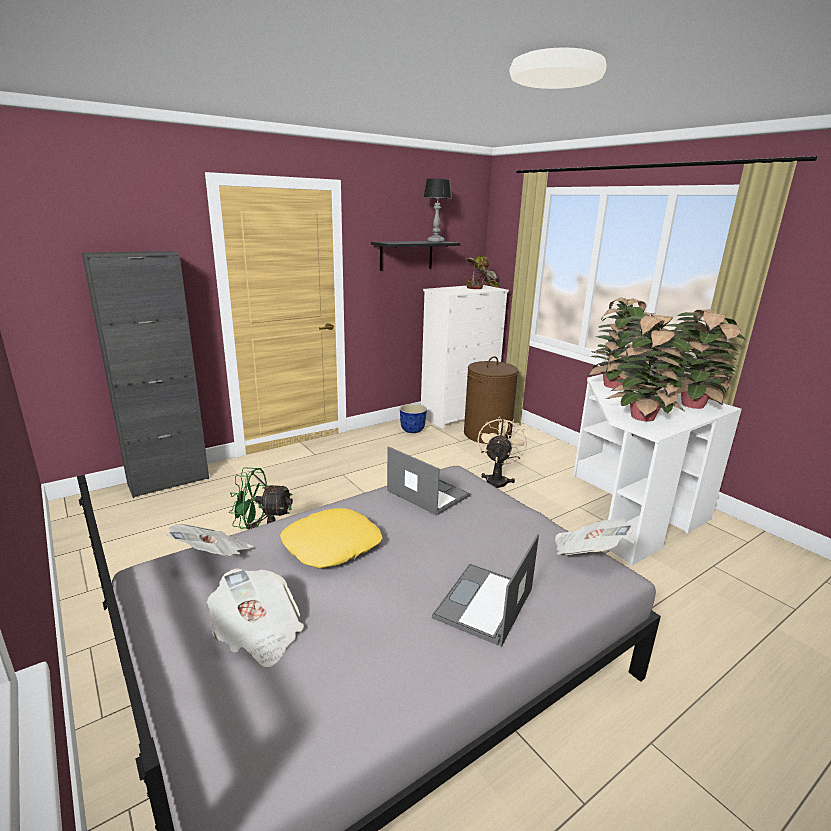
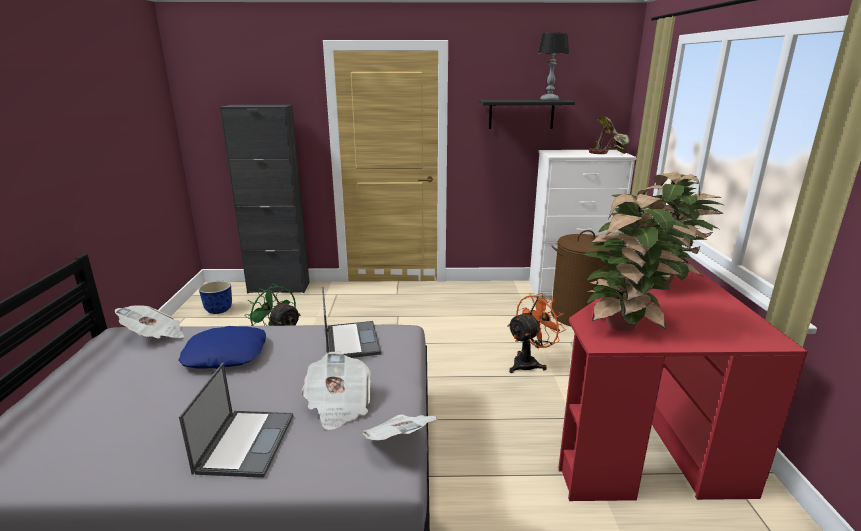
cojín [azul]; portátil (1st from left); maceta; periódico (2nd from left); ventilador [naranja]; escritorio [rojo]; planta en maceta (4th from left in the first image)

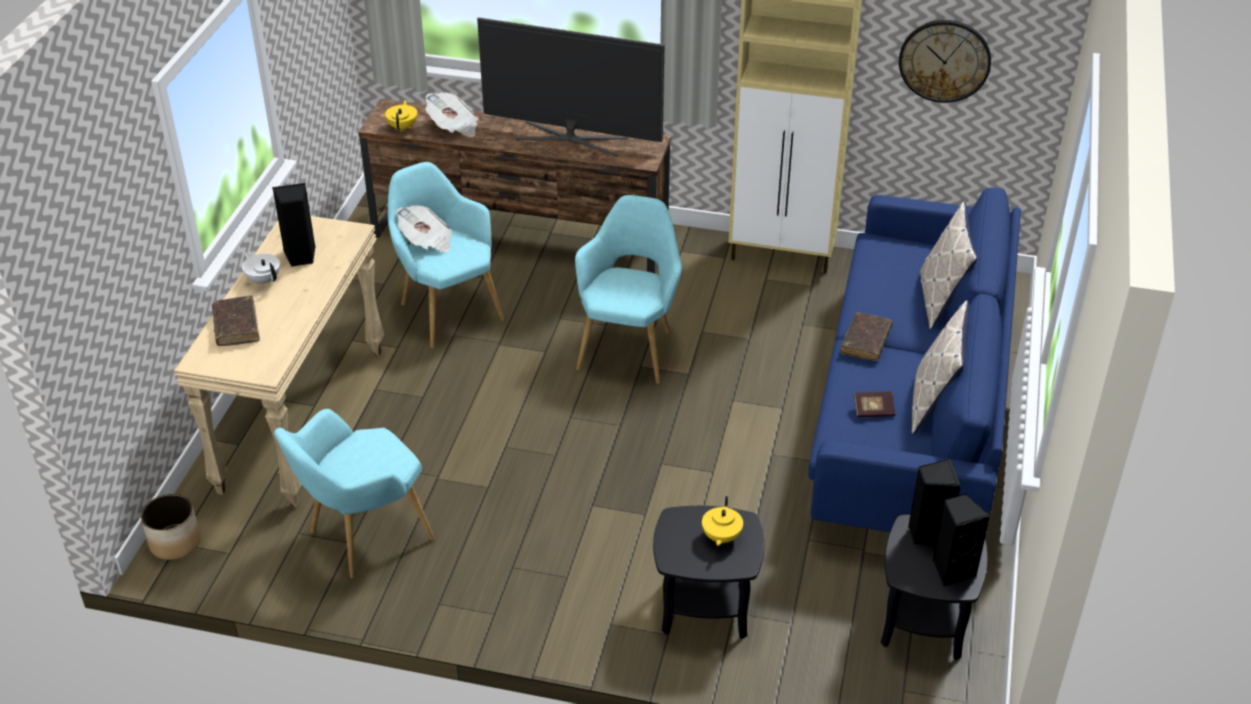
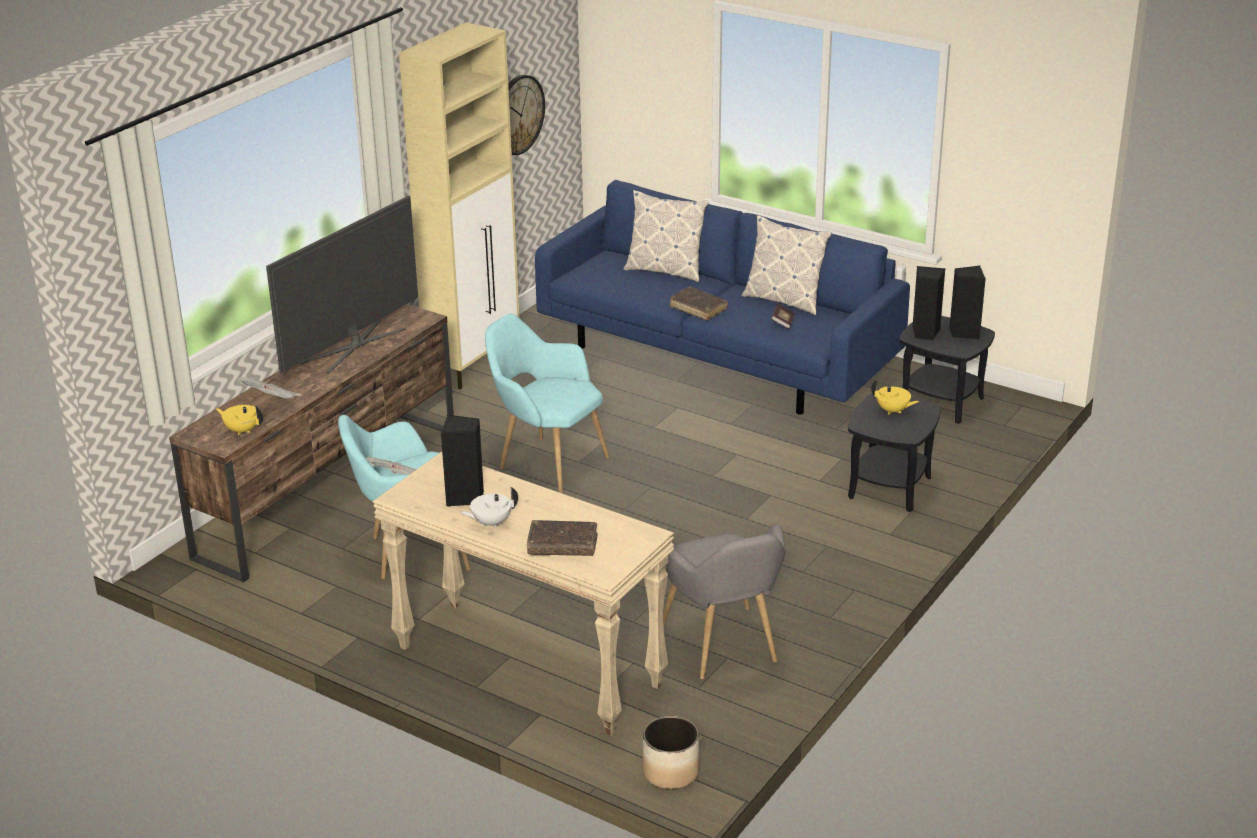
sillón [gris]

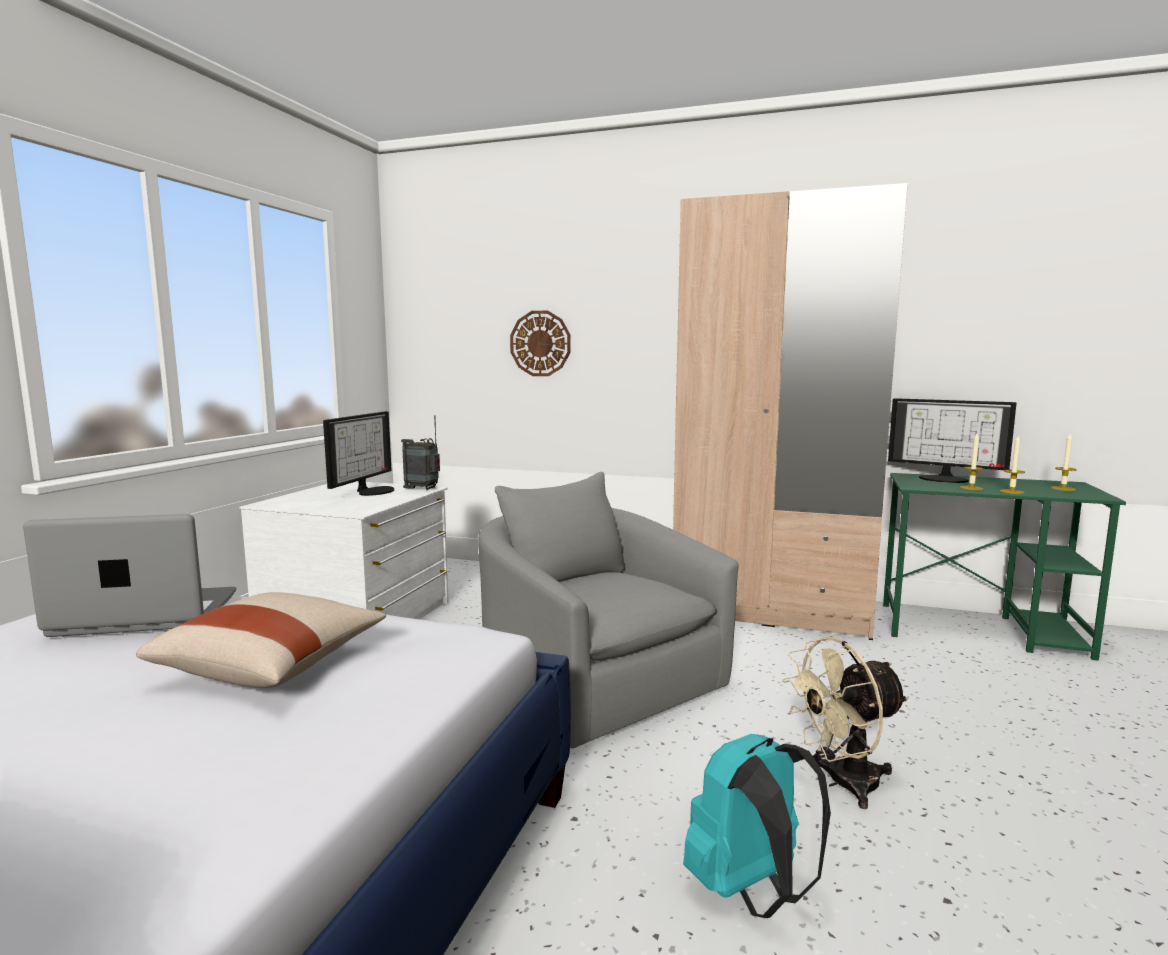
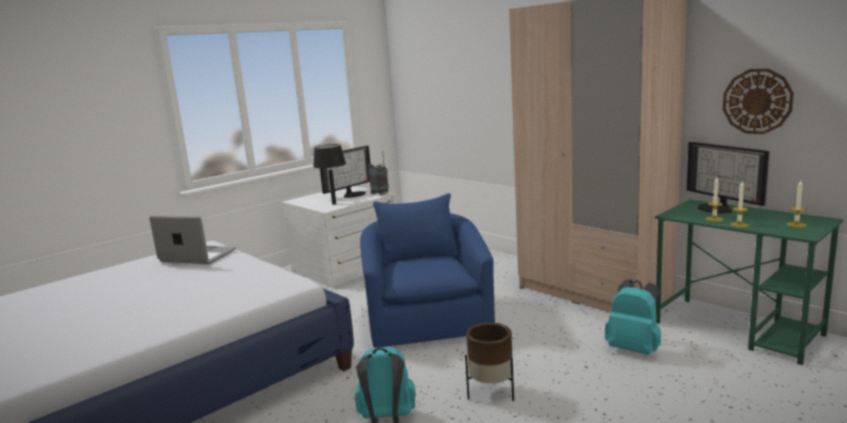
lámpara de mesa [negro]; sillón [azul]; maceta [marrón]; mochila [turquesa] (2nd from left); reloj de pared; cojín [beis]

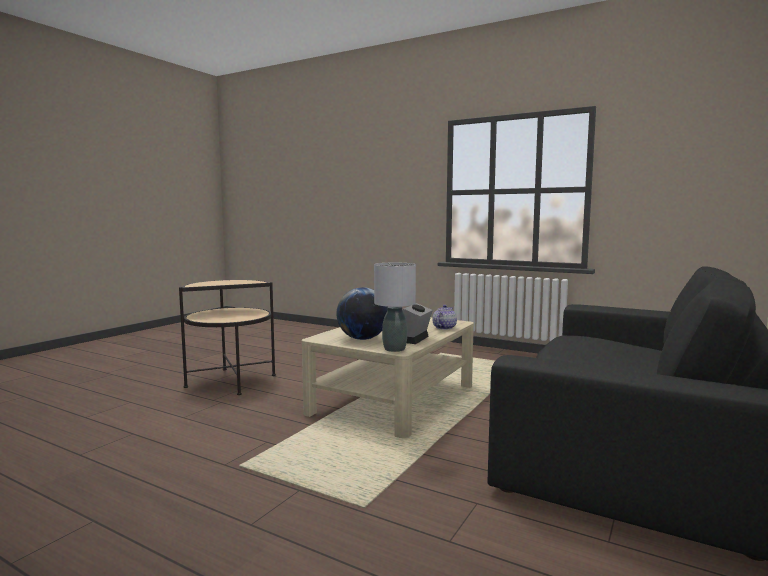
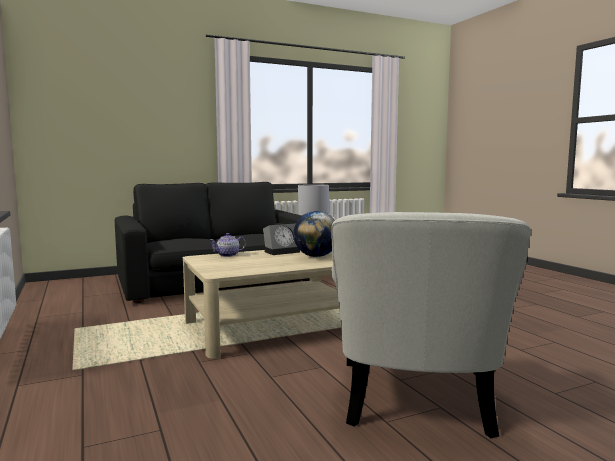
sillón [blanco]

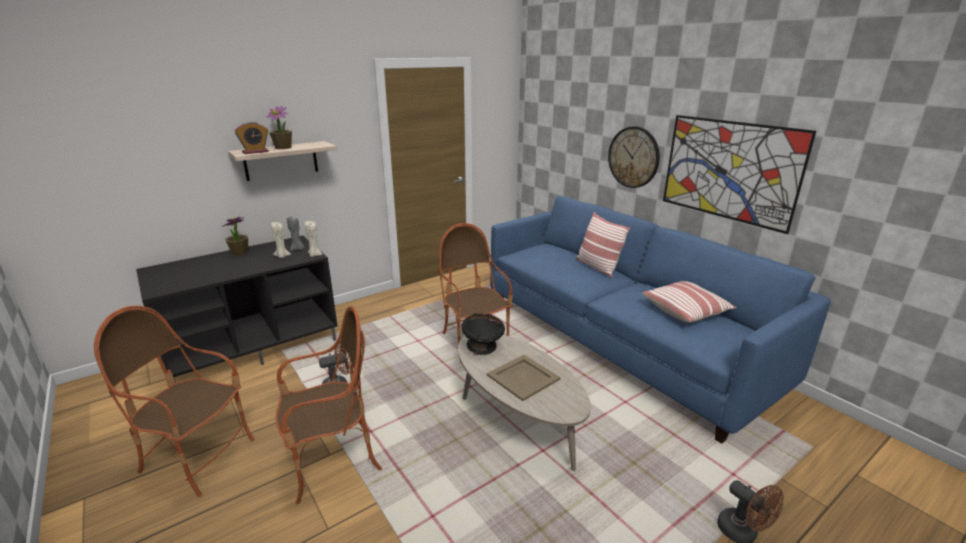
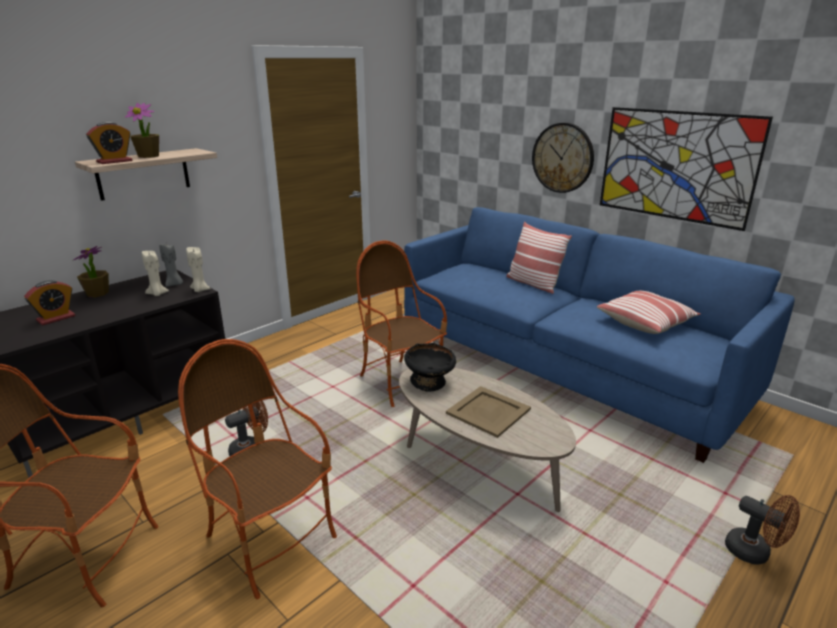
despertador (1st from left); sillón (2nd from left)

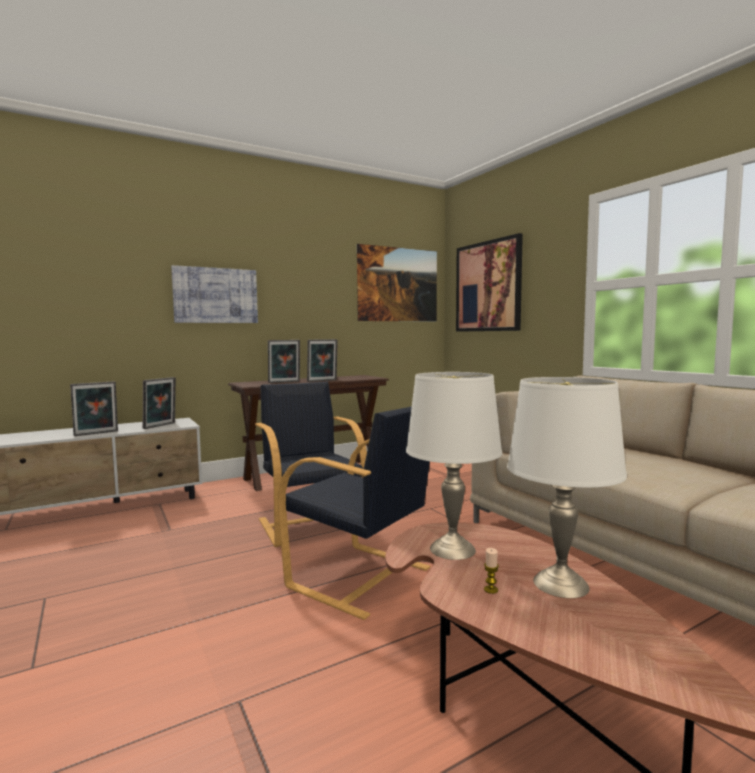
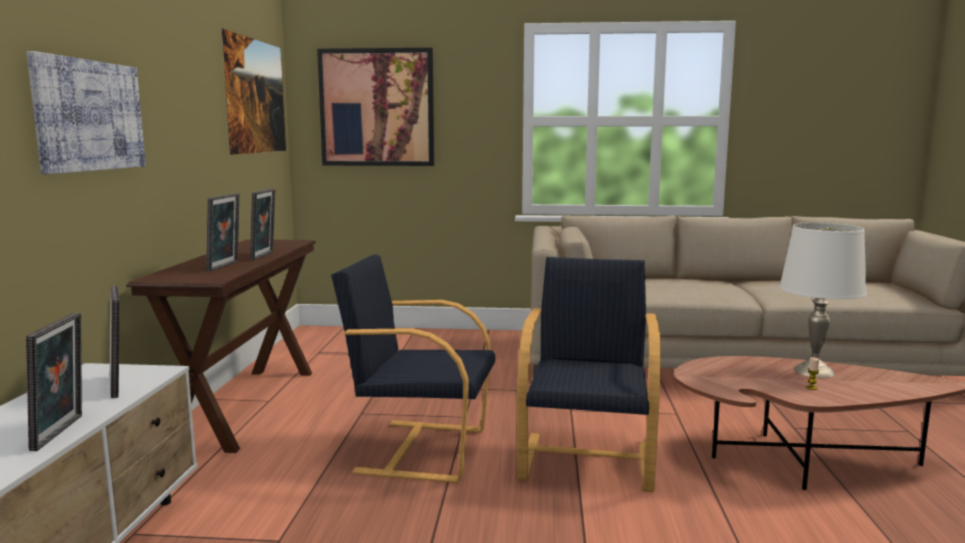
sillón [negro] (2nd from left); lámpara de mesa [blanco] (1st from left in the first image)

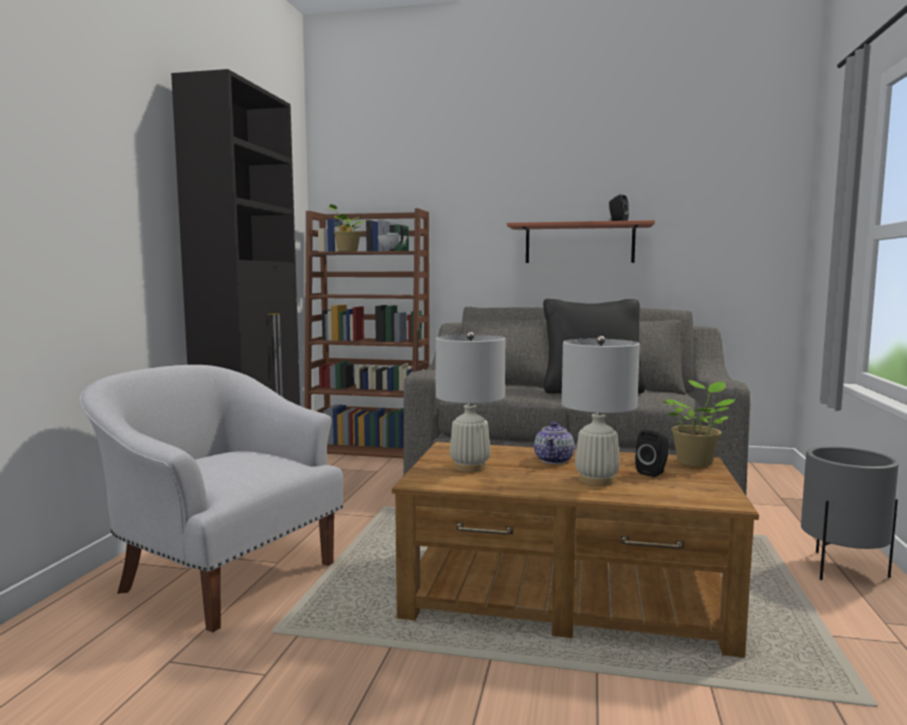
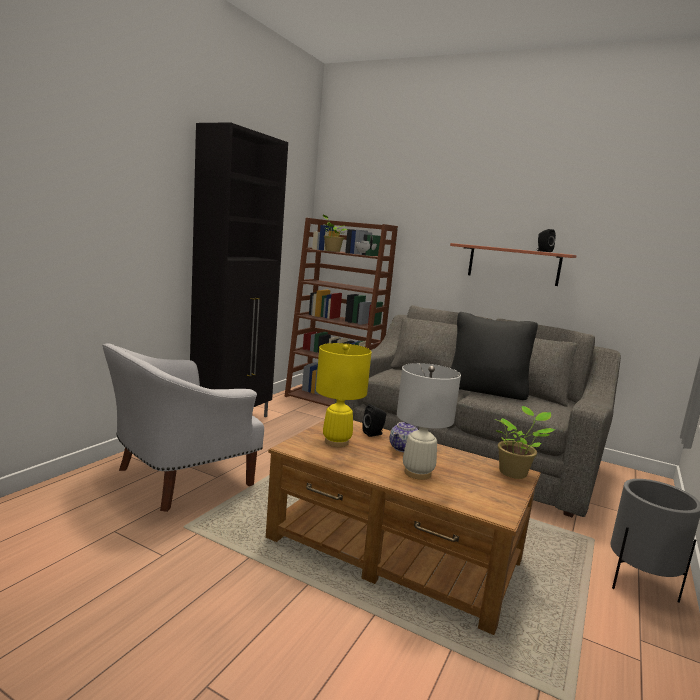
sillón [blanco]; lámpara de mesa [amarillo]; altavoz [negro] (1st from left)

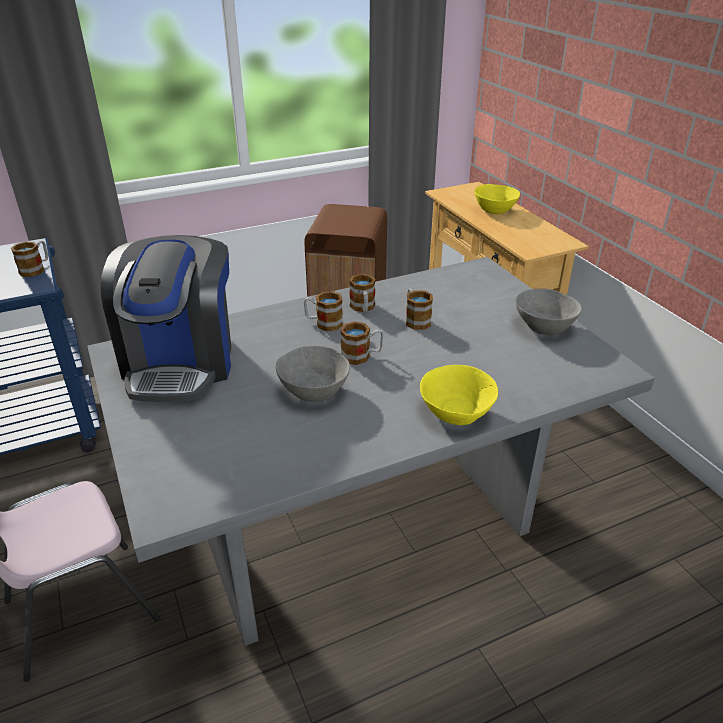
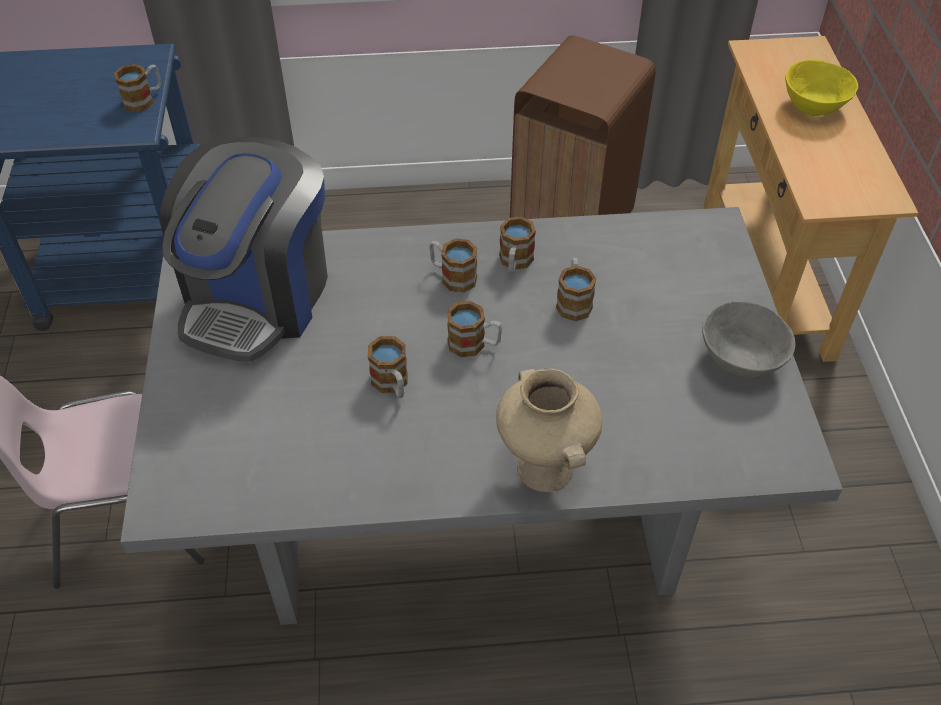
taza grande (2nd from left); florero [beis]

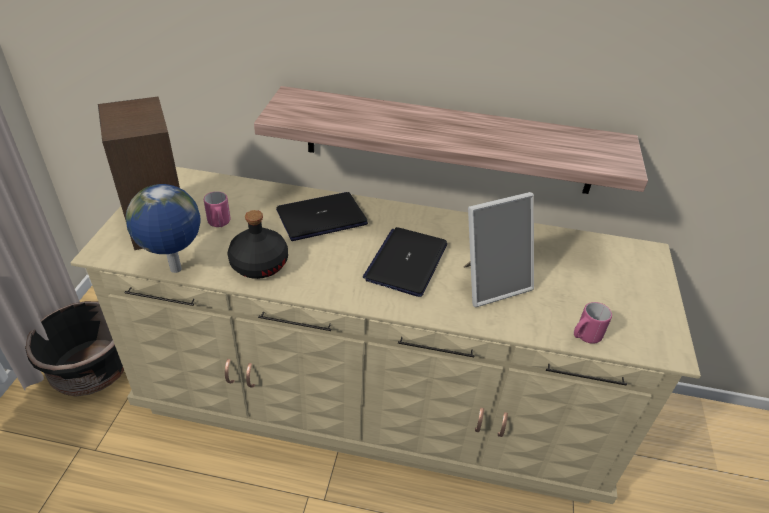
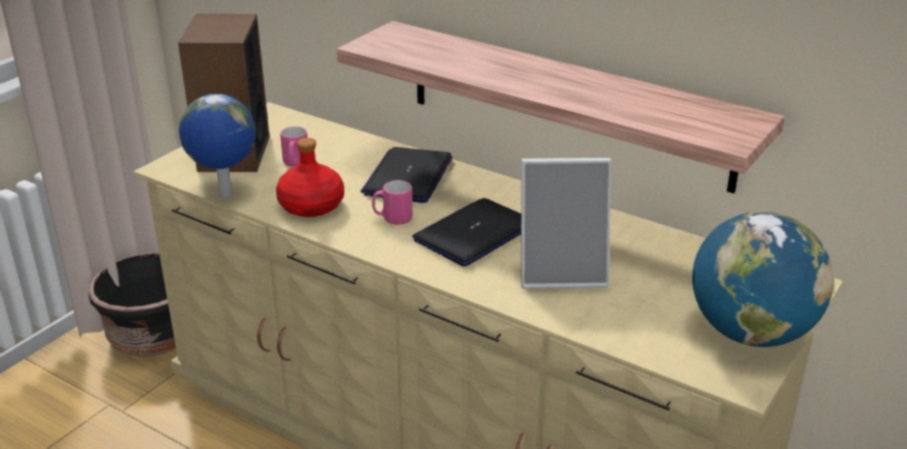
botella [rojo]; portátil (1st from left); taza grande [rosa] (2nd from left); globo terráqueo (2nd from left)

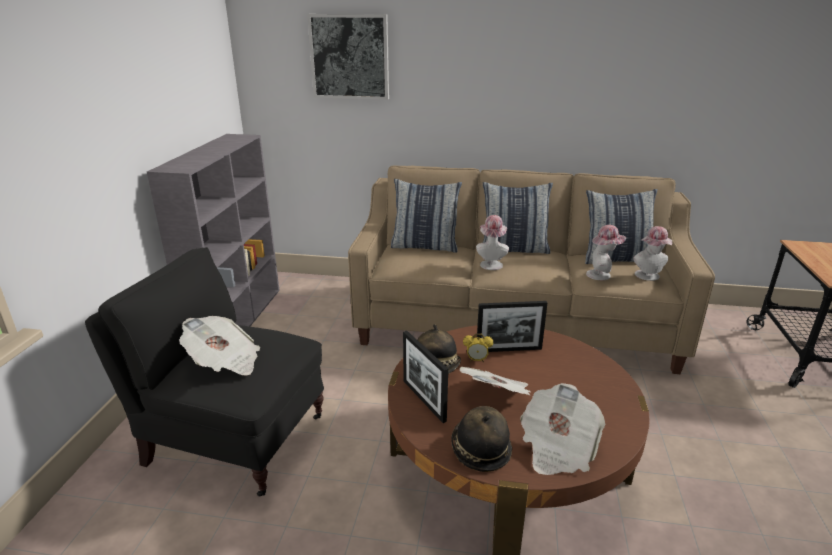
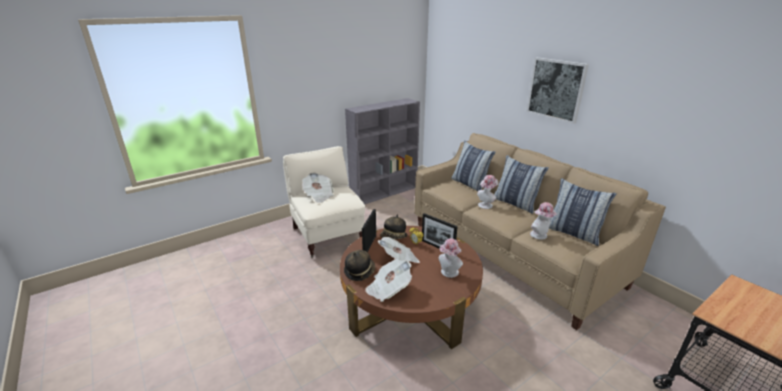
sillón [beis]; sombrero (3rd from left); cuadro

